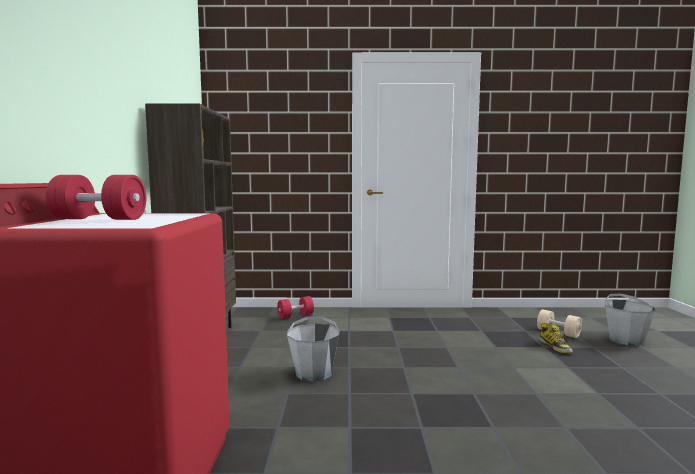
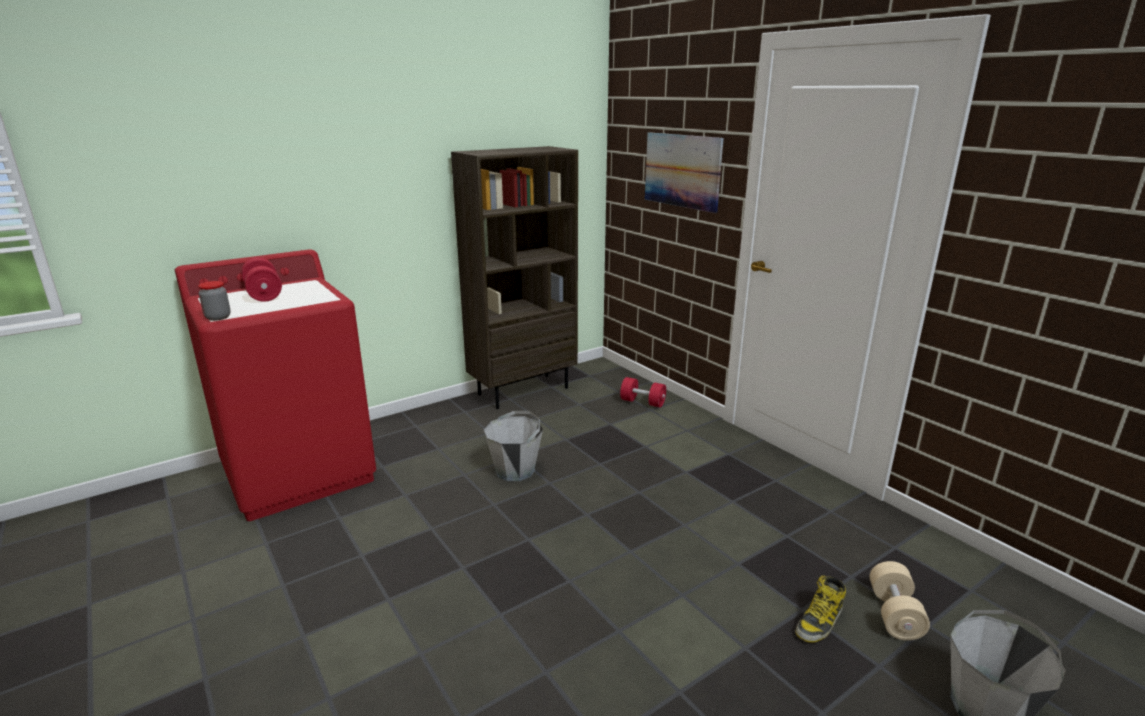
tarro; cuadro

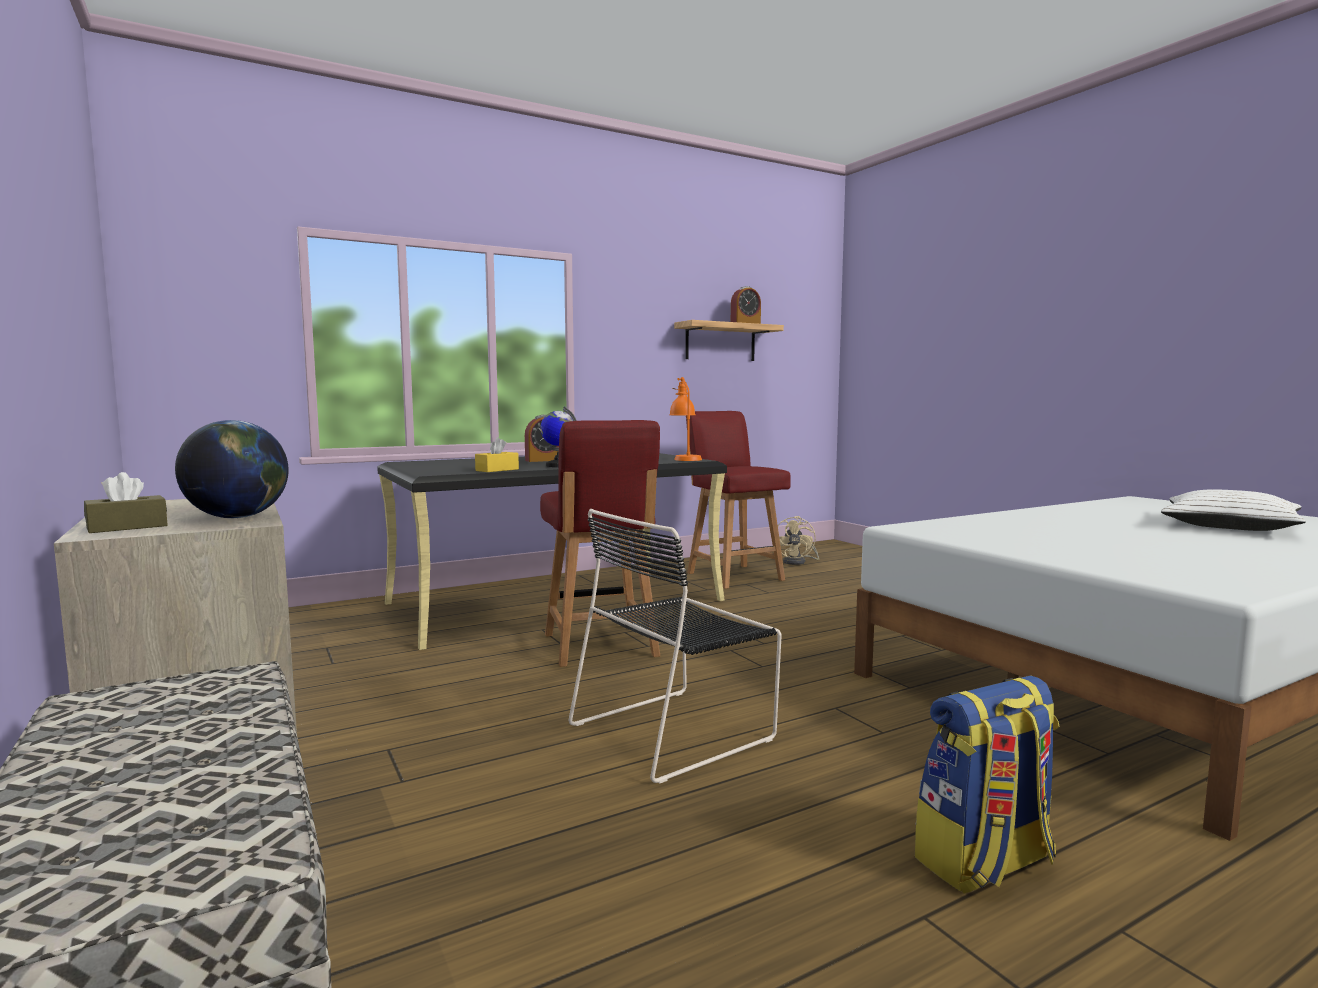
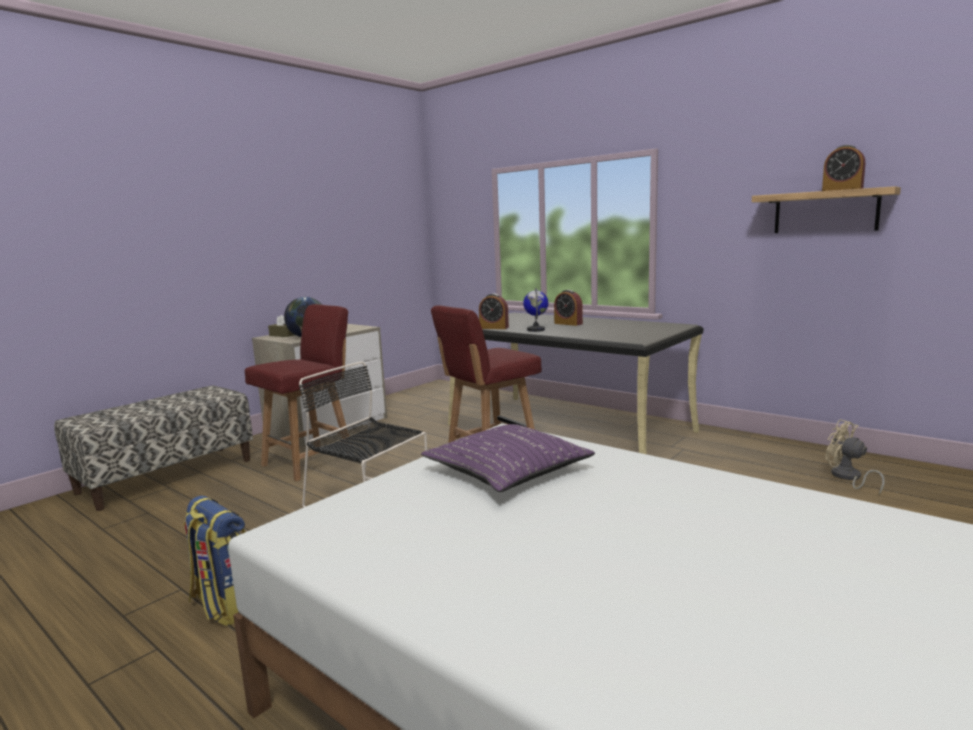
silla [rojo] (1st from left); cojín [morado]; despertador (1st from left); ventilador [beis]; lámpara de mesa [naranja]; cojín [blanco]

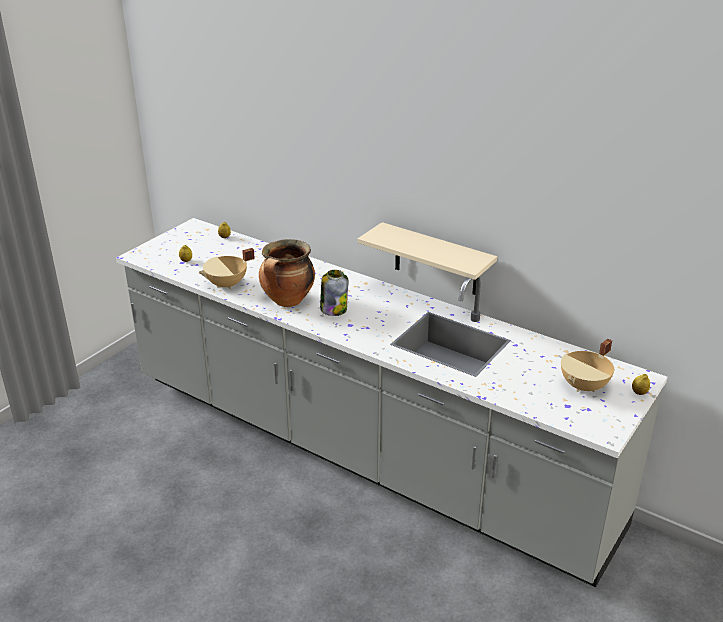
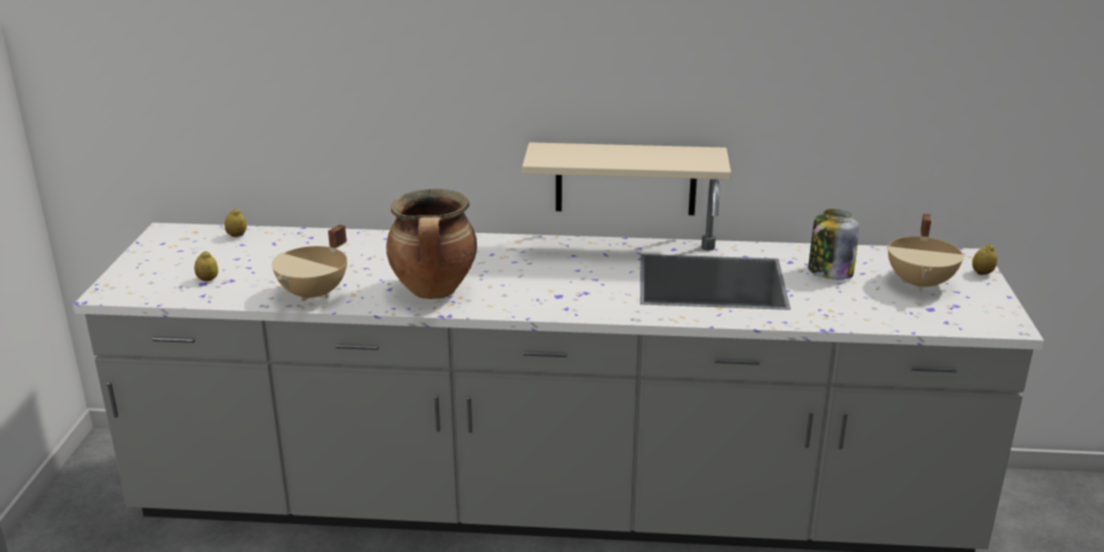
tarro

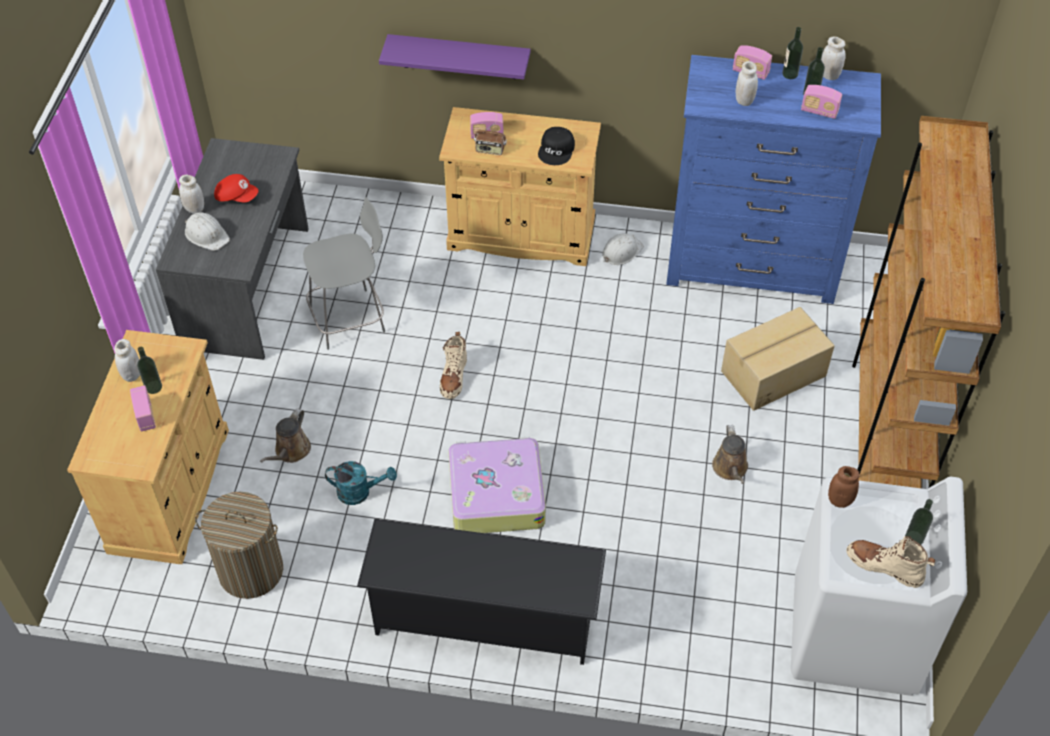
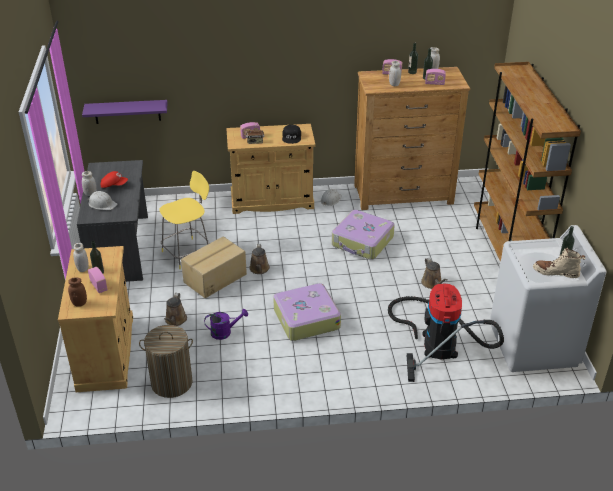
tarro [marrón]; estante [morado]; taburete [amarillo]; caja de cartón; regadera [morado]; regadera [marrón] (2nd from left); maleta (2nd from left); cómoda [marrón]; aspiradora; zapatero [negro]

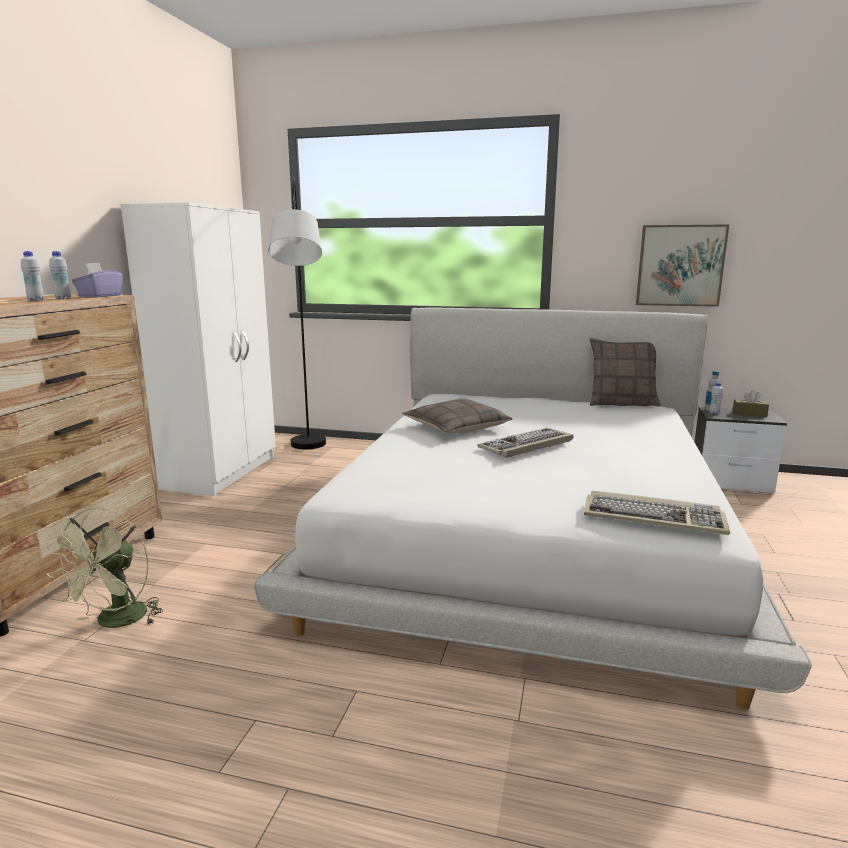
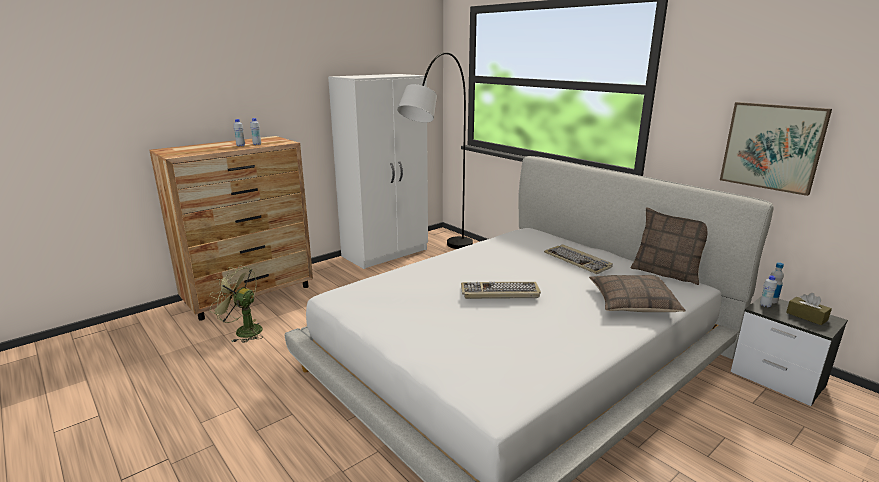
ventilador [verde]; teclado (2nd from left); cojín (1st from left); caja de pañuelos [morado]

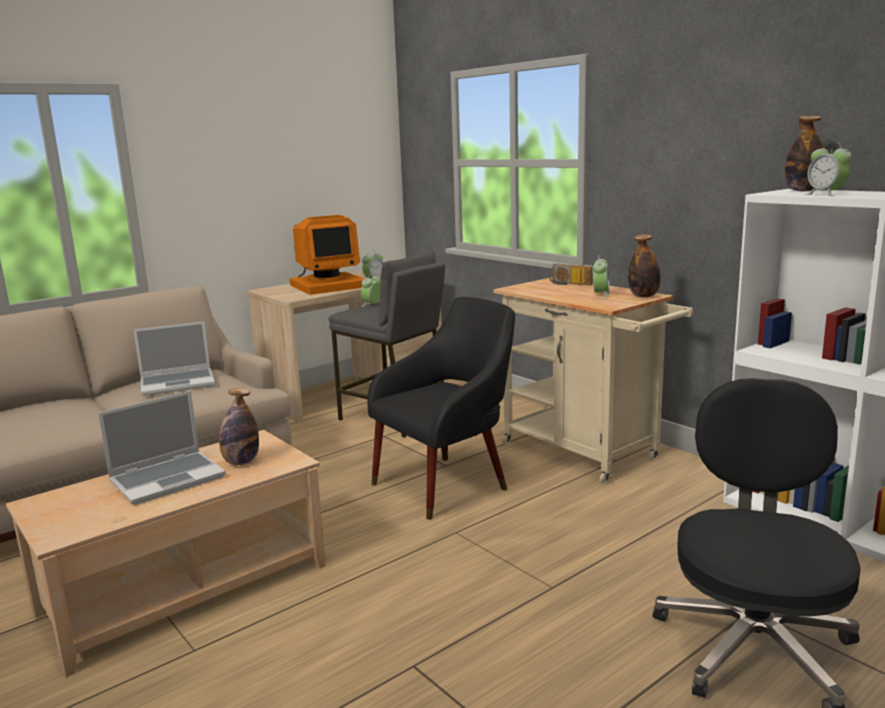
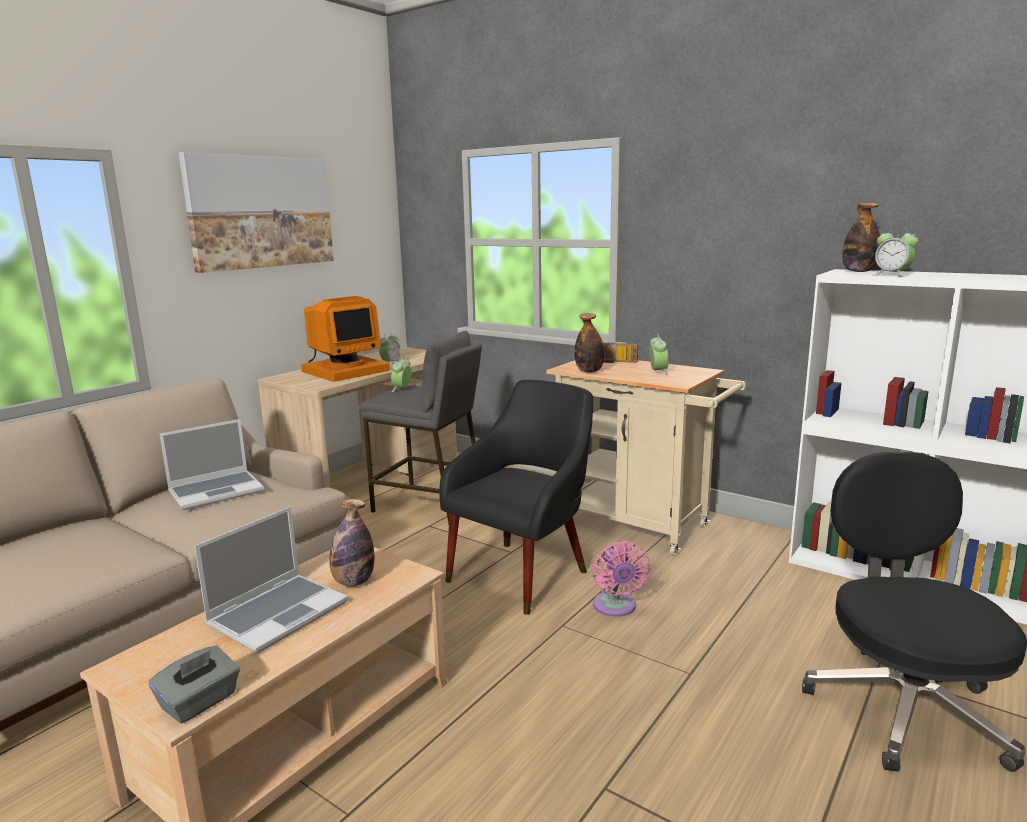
caja de pañuelos [gris]; cuadro; botella (2nd from left); ventilador [rosa]

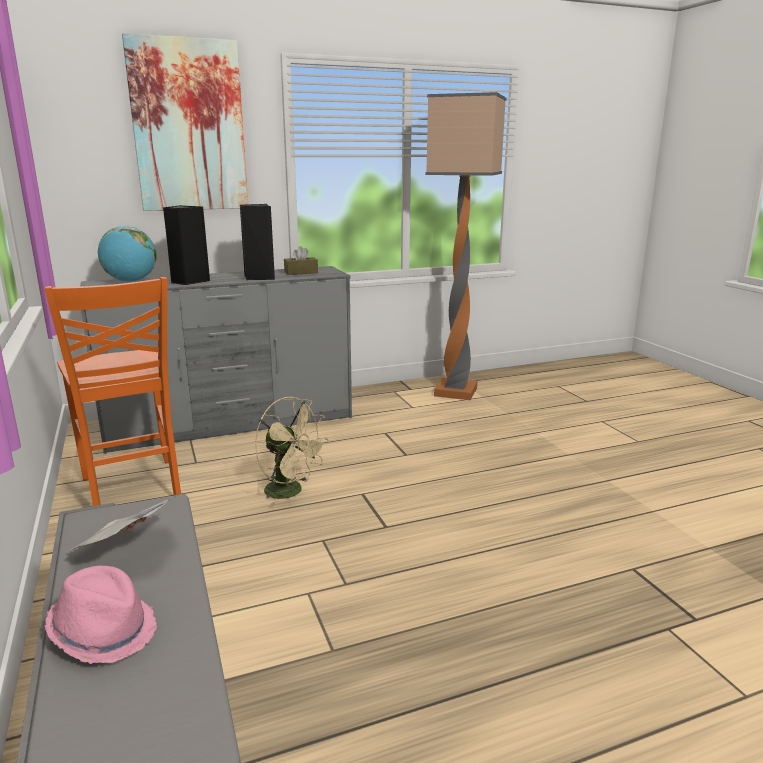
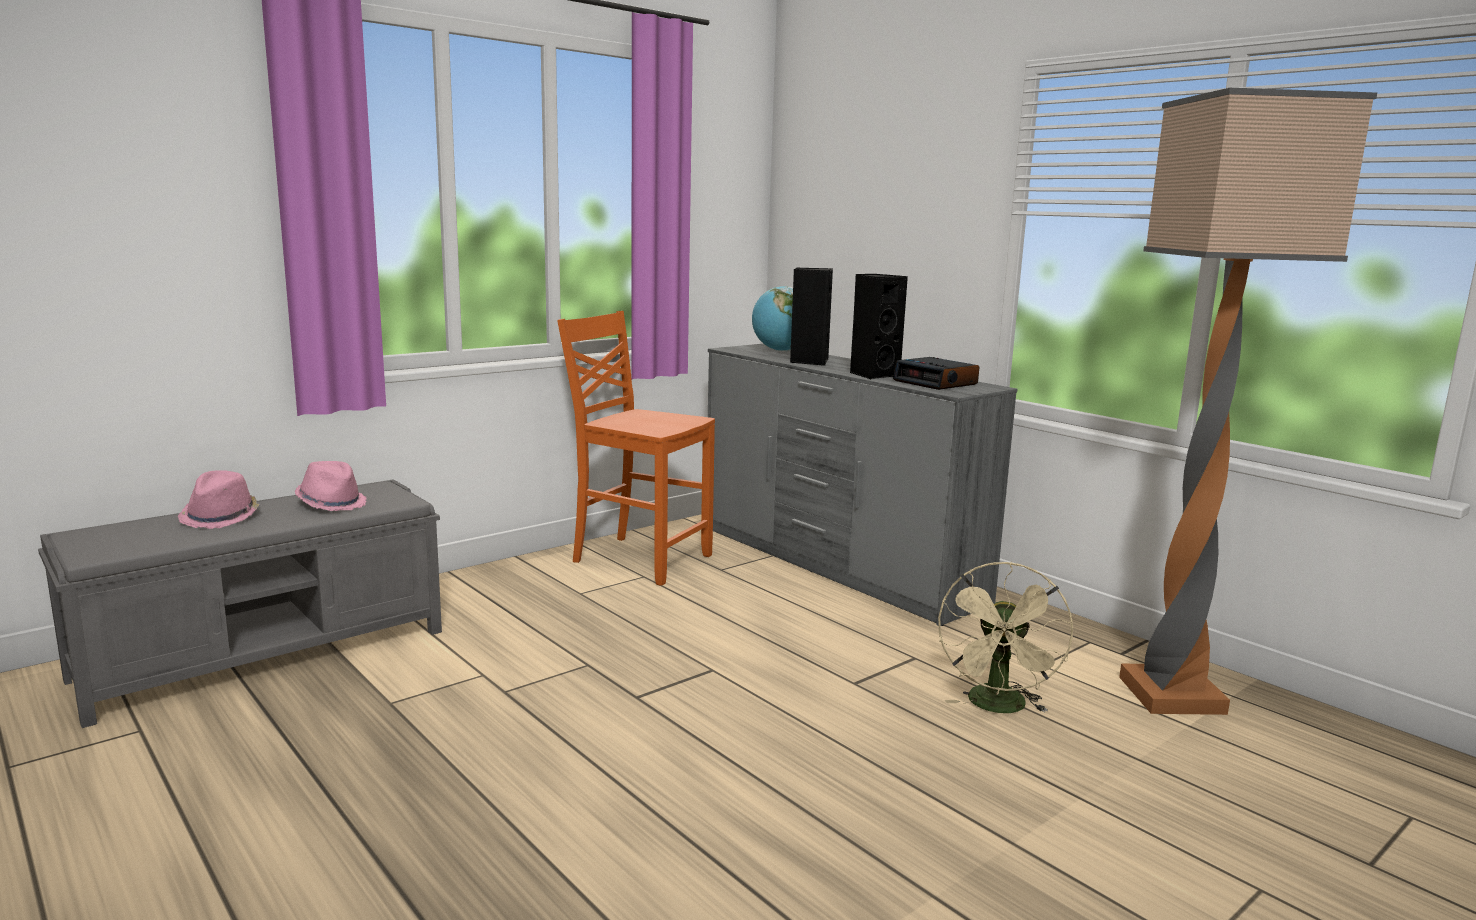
sombrero [rosa] (2nd from left); silla [naranja]; despertador; ventilador [beis]; cuadro

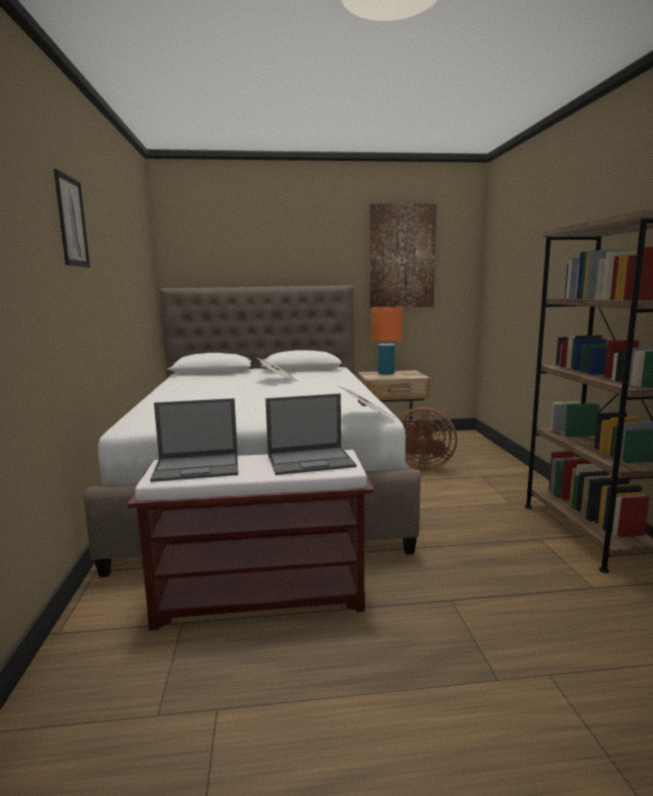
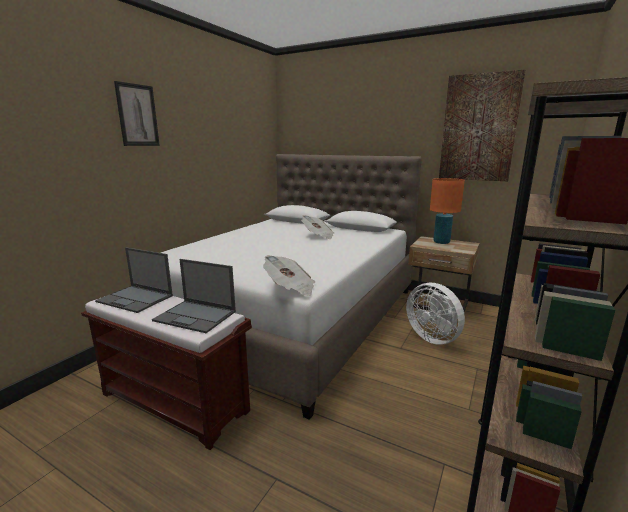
ventilador [blanco]

